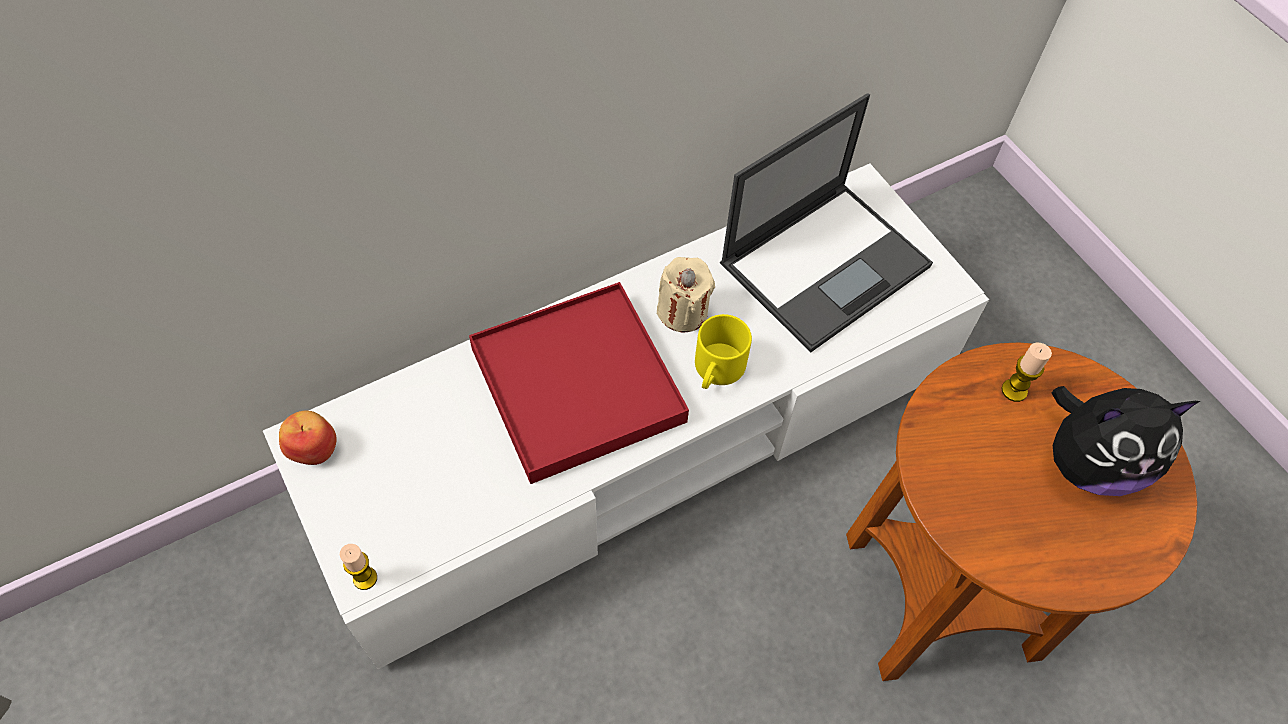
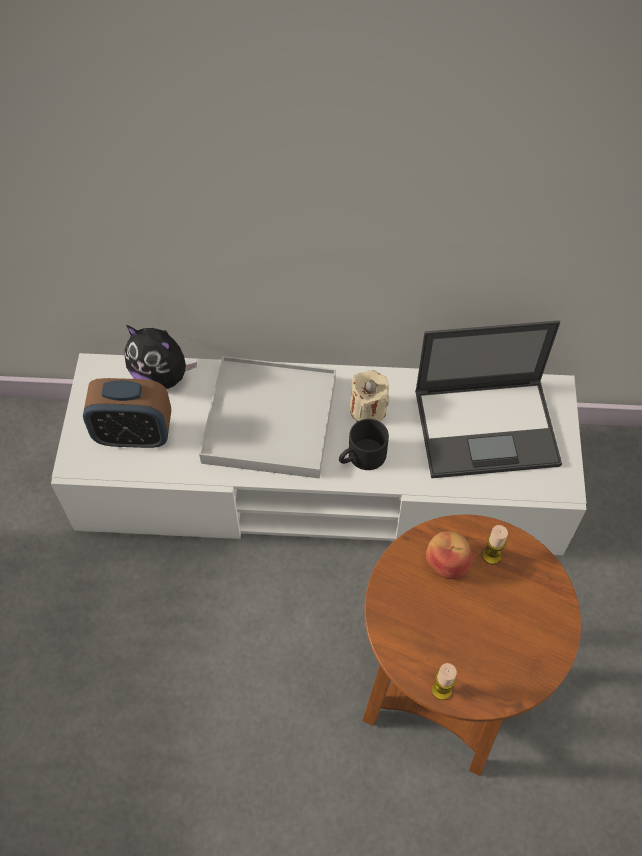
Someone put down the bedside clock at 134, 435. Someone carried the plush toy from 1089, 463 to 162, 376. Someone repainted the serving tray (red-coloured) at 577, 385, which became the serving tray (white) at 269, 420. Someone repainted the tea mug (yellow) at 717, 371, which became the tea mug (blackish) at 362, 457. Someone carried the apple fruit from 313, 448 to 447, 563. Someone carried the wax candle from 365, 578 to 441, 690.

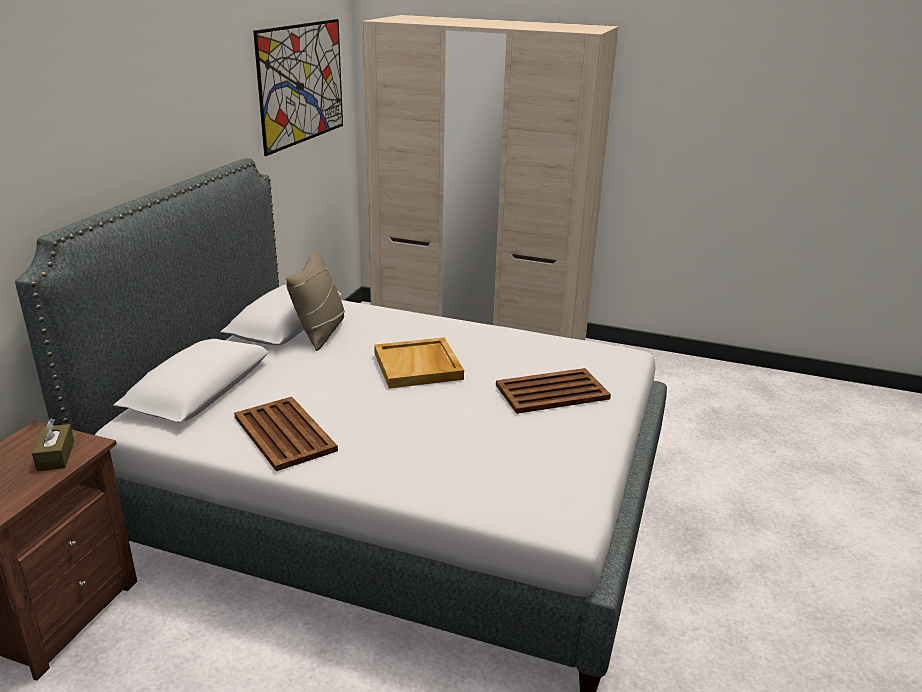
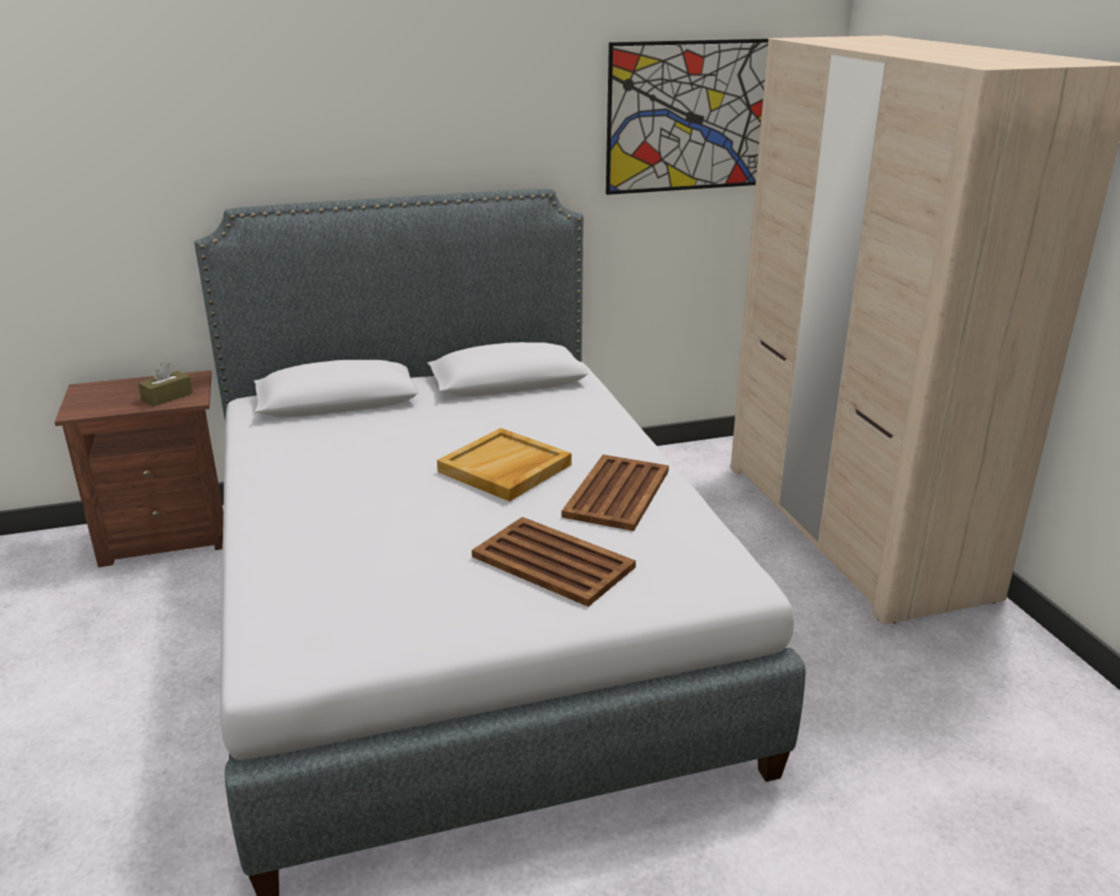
Someone carried the serving tray (brownish) from 284, 433 to 618, 492. Someone took away the pillow (beige) at 320, 332.

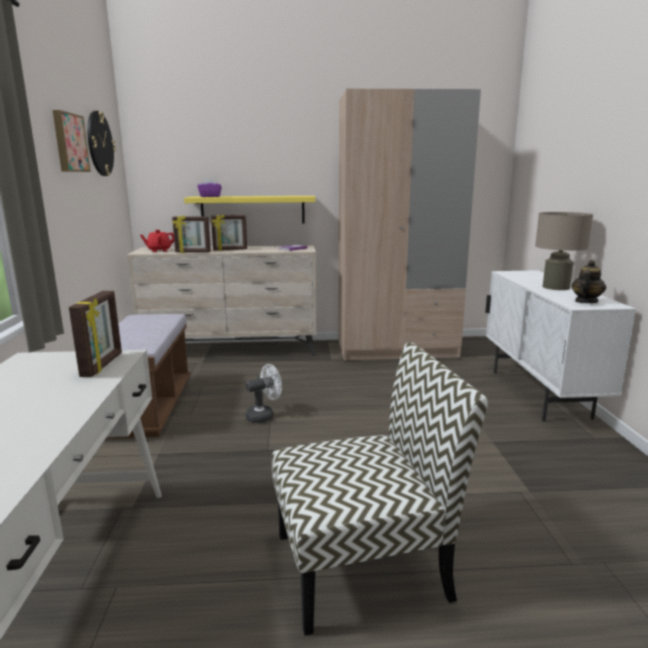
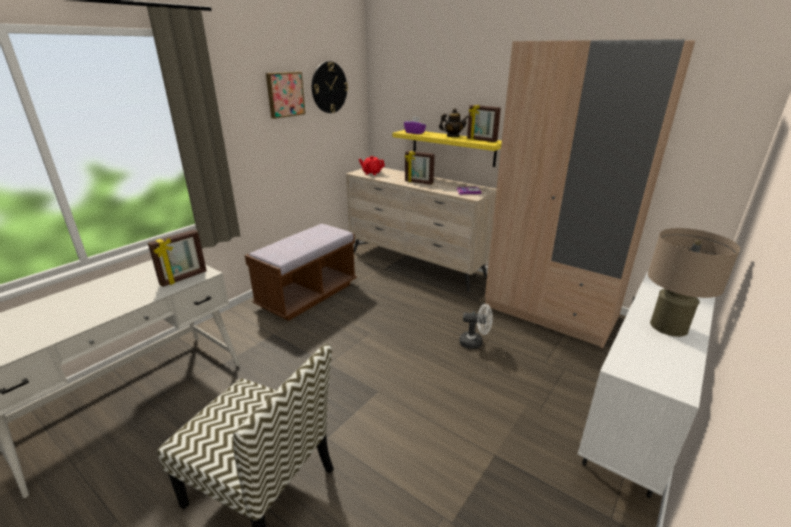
Someone carried the teapot from 585, 301 to 452, 136. Someone carried the electric fan (white) from 264, 416 to 475, 343. Someone carried the picture frame from 193, 252 to 481, 140.

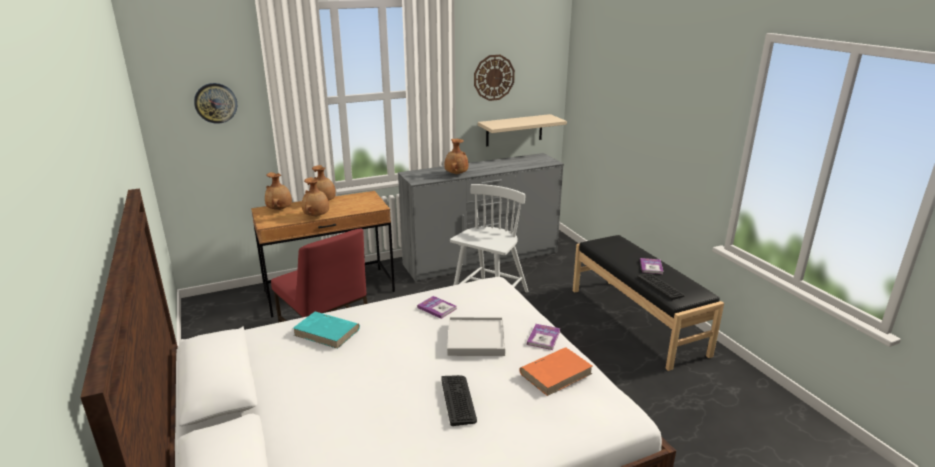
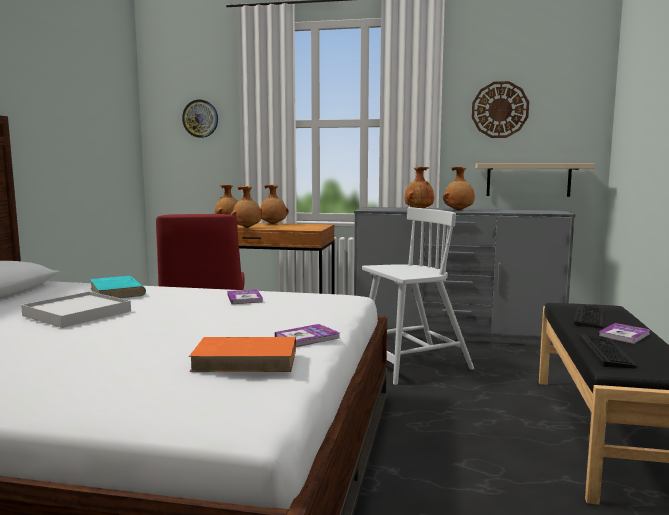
Someone carried the serving tray (white) from 476, 339 to 77, 313. Someone put down the vase (brownish) at 459, 210. Someone carried the PC keyboard from 458, 400 to 589, 317.

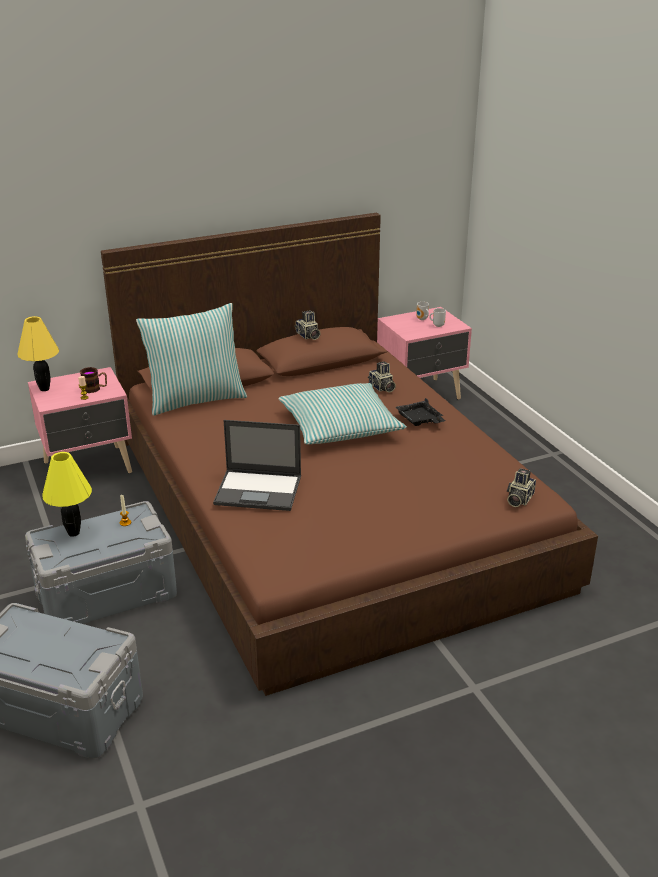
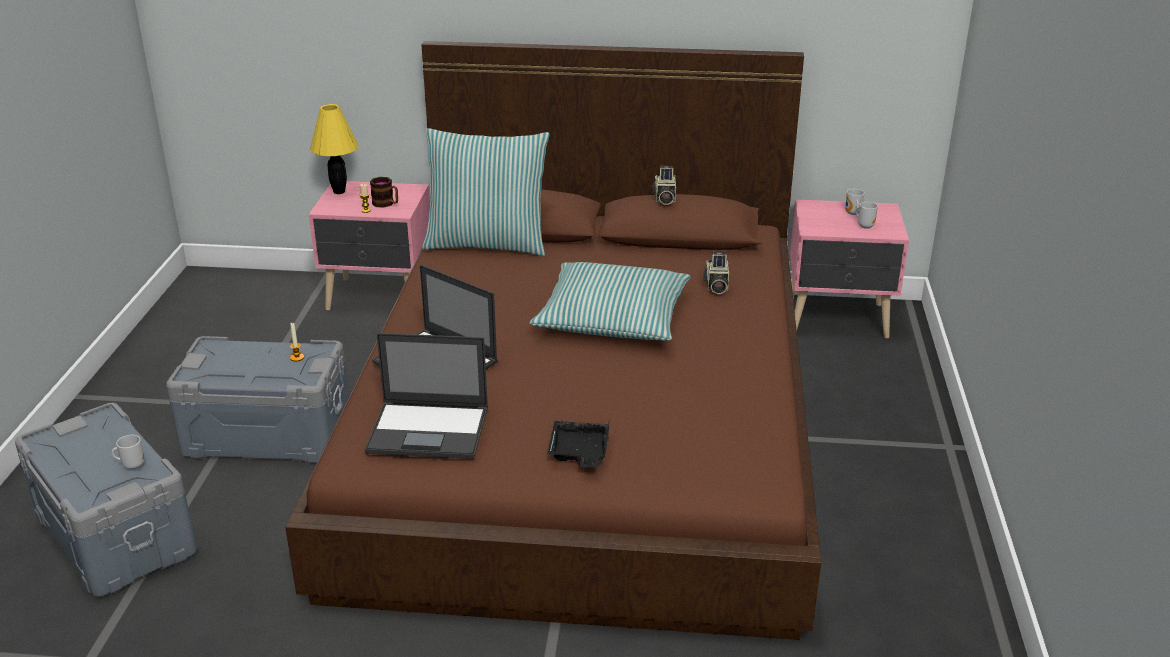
Someone put down the tea mug at 132, 465. Someone put down the laptop at 430, 430. Someone carried the serving tray (blackish) from 420, 420 to 579, 453. Someone took away the lamp for a table (yellow) at 74, 533. Someone took away the photo camera at 518, 499.

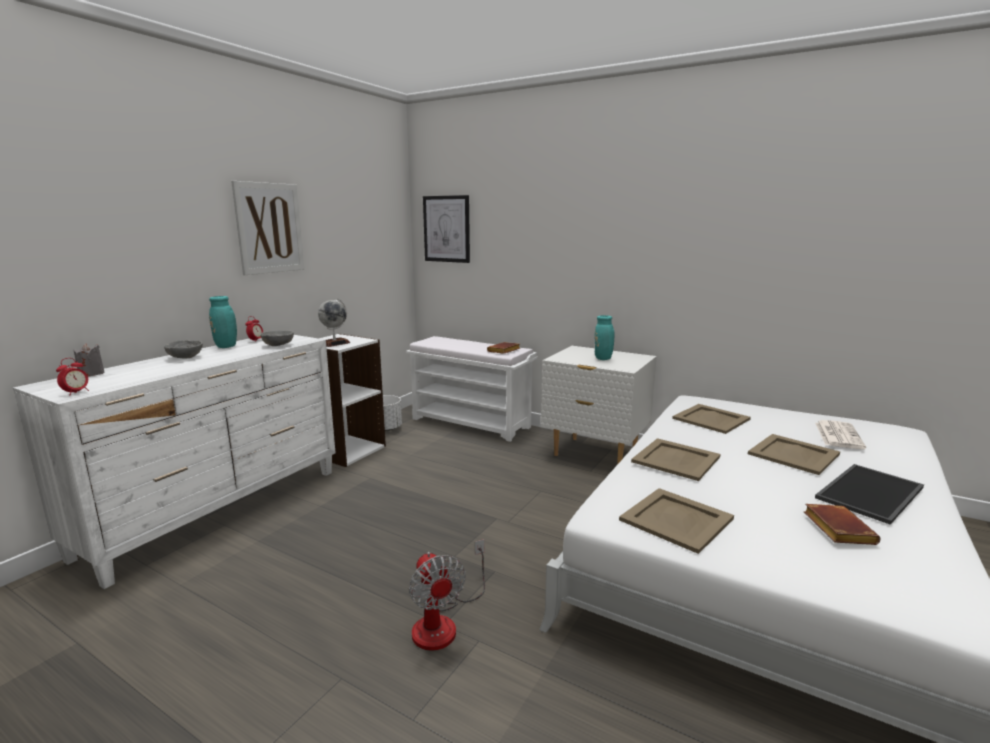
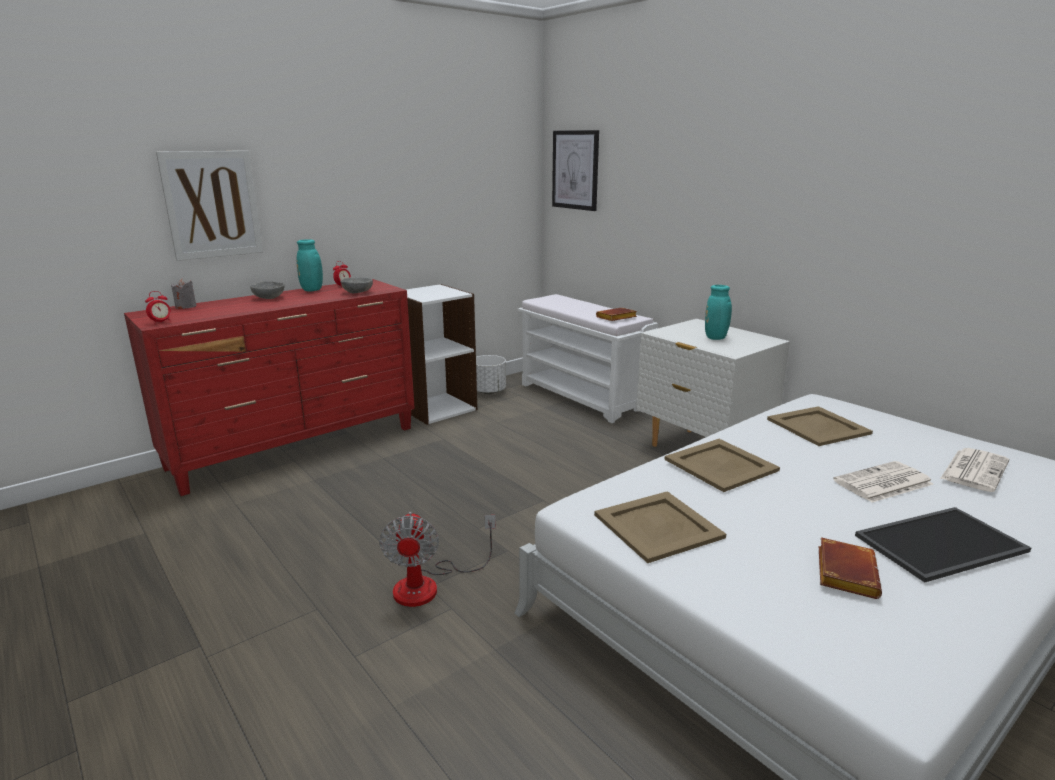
Someone repainted the dresser (white) at 219, 511, which became the dresser (red-coloured) at 296, 448. Someone carried the wall art from 269, 228 to 212, 205. Someone swapped the serving tray (beige) at 794, 454 for the daily paper at 882, 483. Someone took away the globe at 335, 343.

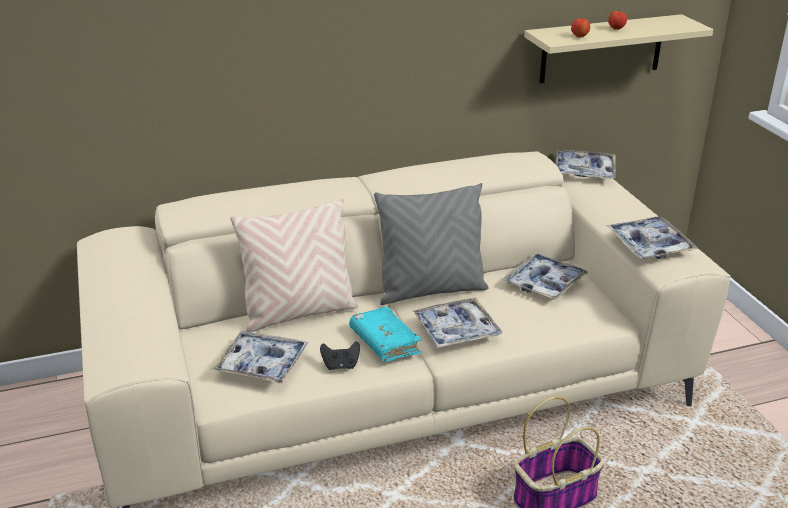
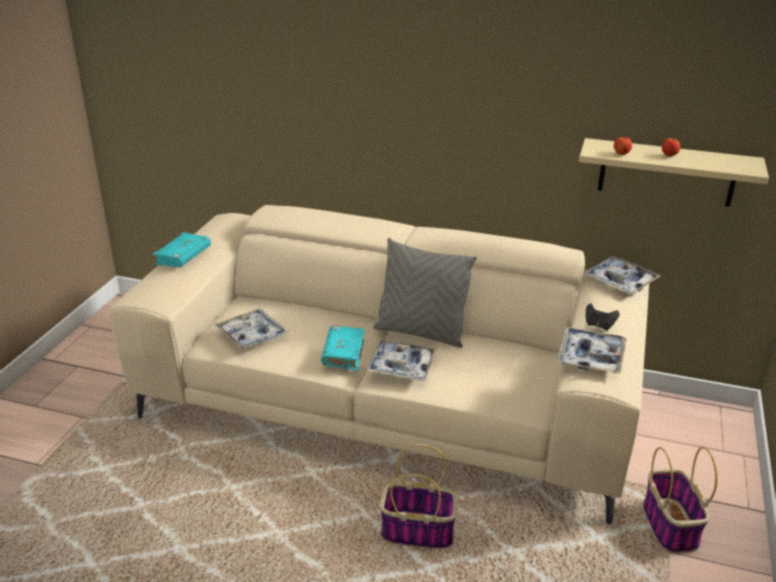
Someone put down the book (turquoise-coloured) at 183, 257. Someone carried the gamepad (blackish) from 340, 365 to 599, 325. Someone put down the basket at 670, 526. Someone took away the pillow (beige) at 299, 313. Someone took away the serving tray at 544, 283.

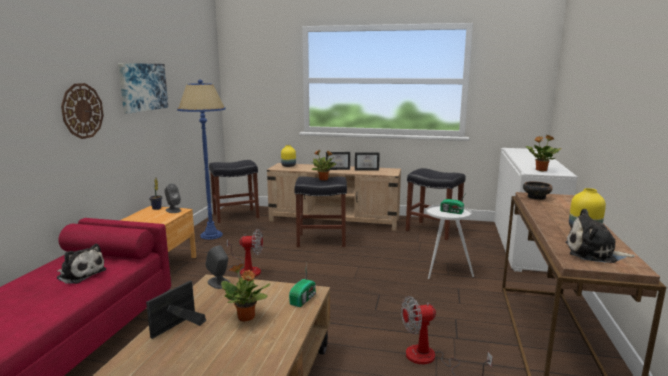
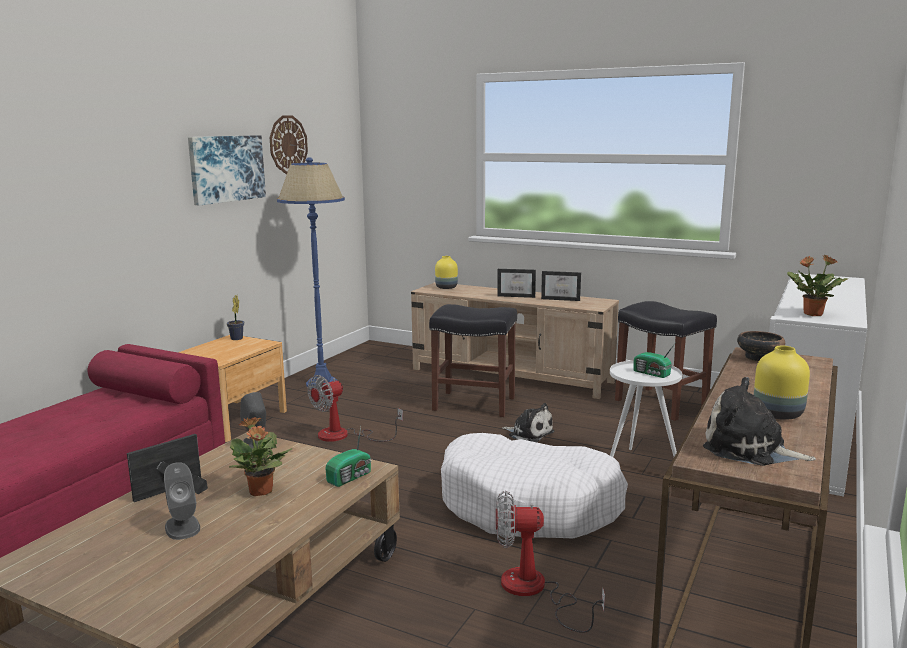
Someone carried the speaker (gray) from 173, 210 to 182, 527. Someone carried the hanging clock from 82, 111 to 288, 144. Someone rotated the electric fan at 246, 270 by 120 degrees clockwise. Someone put down the dog cushion (white) at 529, 505. Someone carried the plush toy from 80, 274 to 529, 434. Someone took away the stool seat (blackish) at 235, 216. Someone took away the plant in a pot at 324, 179.

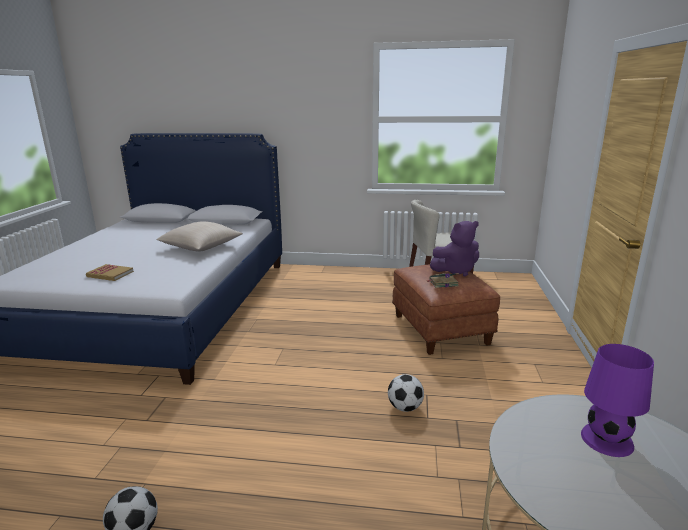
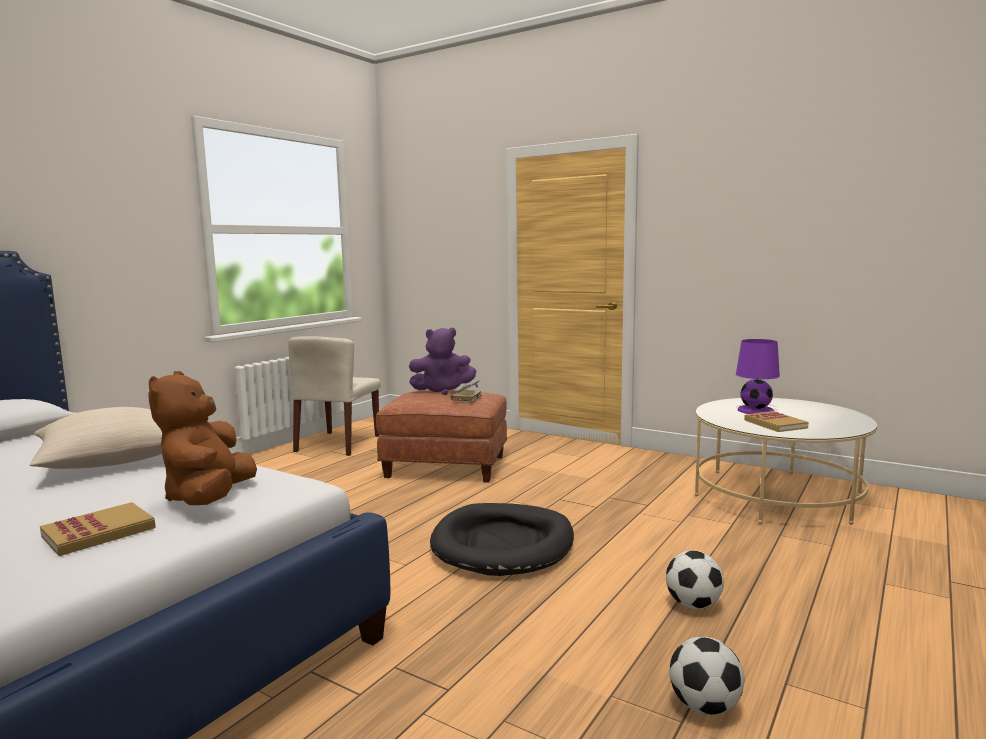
Someone put down the plush toy (brownish) at 209, 498. Someone rotated the plush toy (purple) at 456, 271 by 75 degrees clockwise. Someone put down the dog cushion (blackish) at 503, 544. Someone carried the ball for football from 405, 407 to 693, 605. Someone put down the book at 775, 424.

